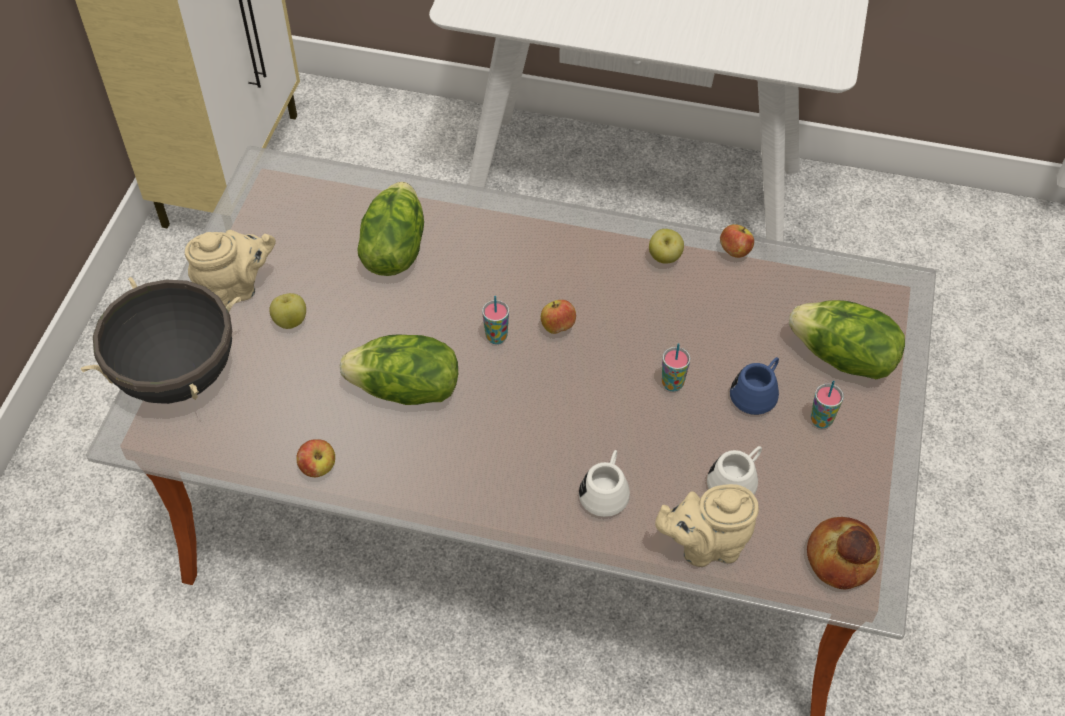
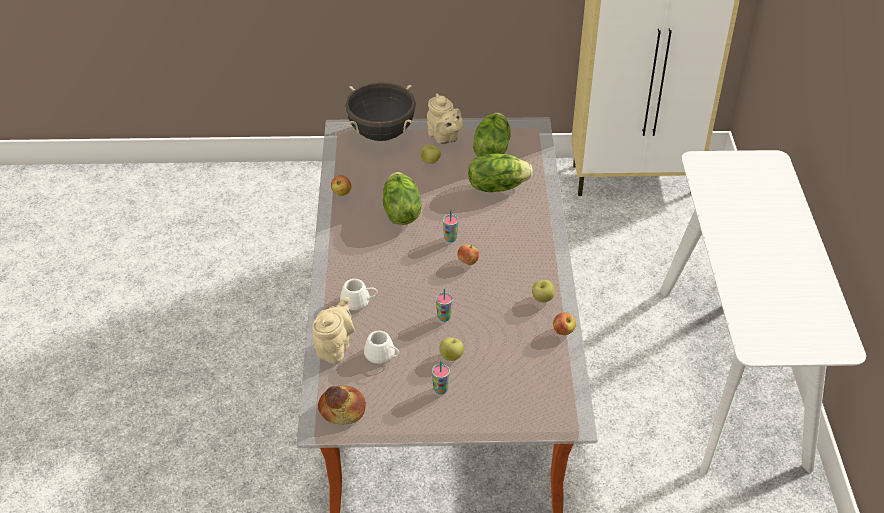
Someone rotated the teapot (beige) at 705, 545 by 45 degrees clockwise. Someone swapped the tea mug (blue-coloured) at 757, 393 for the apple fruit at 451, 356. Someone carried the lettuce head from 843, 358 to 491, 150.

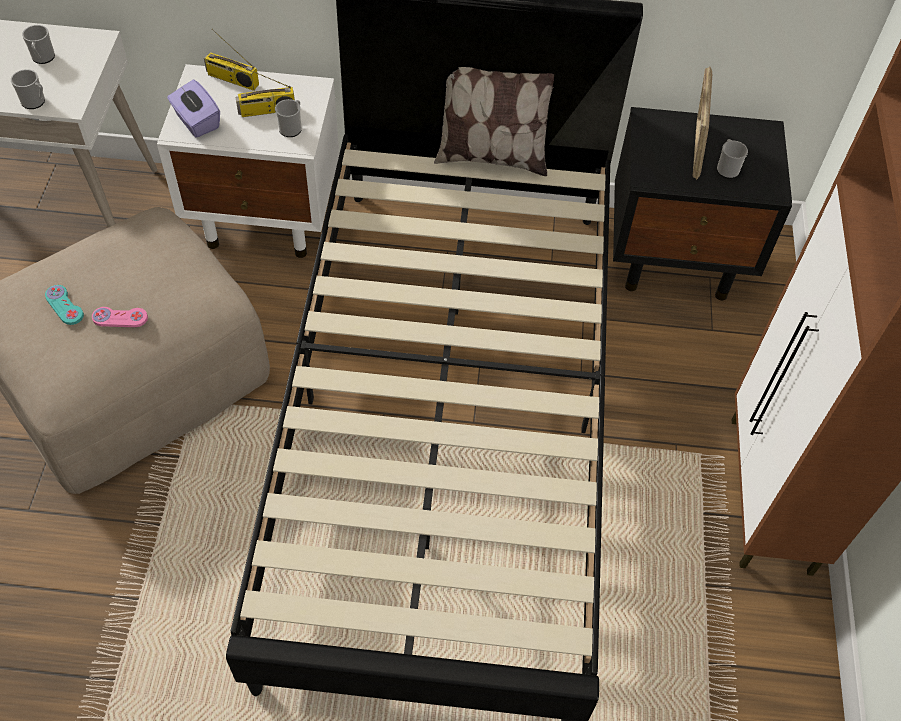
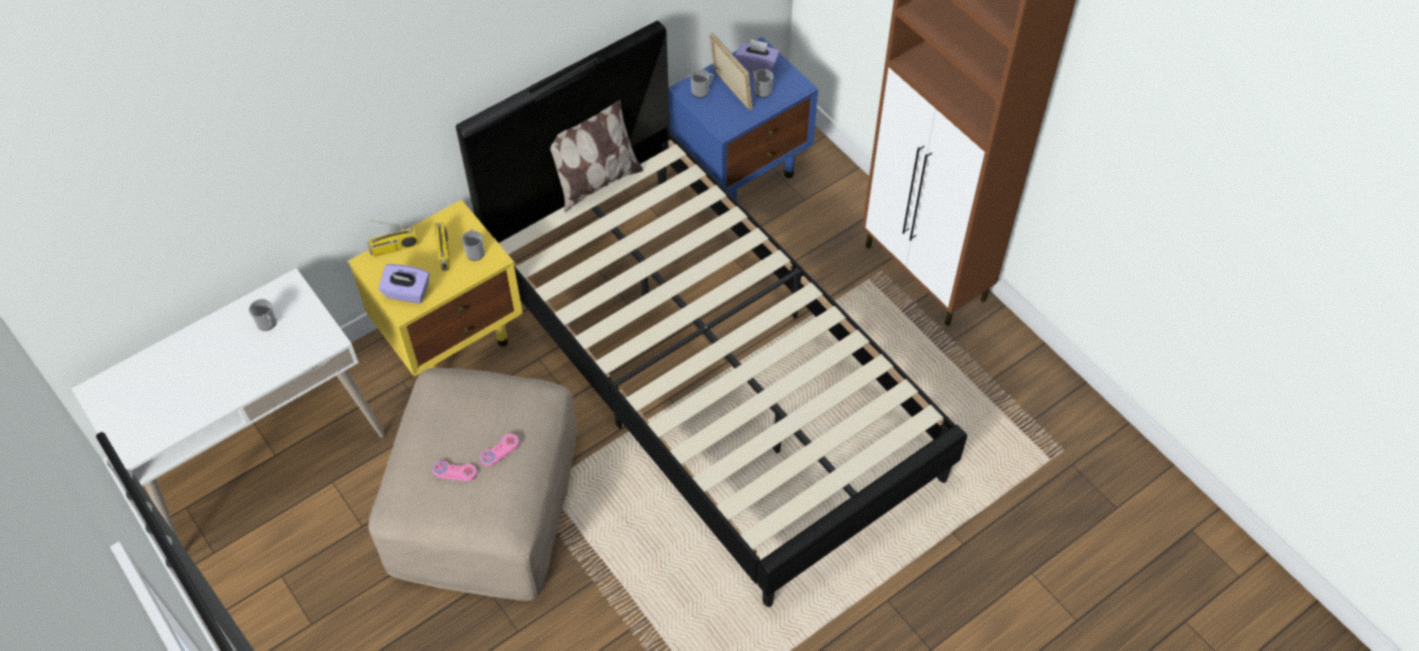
Someone repainted the nightstand (white) at 267, 218, which became the nightstand (yellow) at 452, 336. Someone repainted the gamepad (turquoise-coloured) at 64, 306, which became the gamepad (pink-coloured) at 454, 471. Someone rotated the radio set at 266, 111 by 45 degrees counterclockwise. Someone repainted the nightstand (blackish) at 677, 259, which became the nightstand (blue-coloured) at 741, 169. Someone carried the tea mug from 35, 102 to 702, 91. Someone put down the tissue holder (purple) at 756, 66.

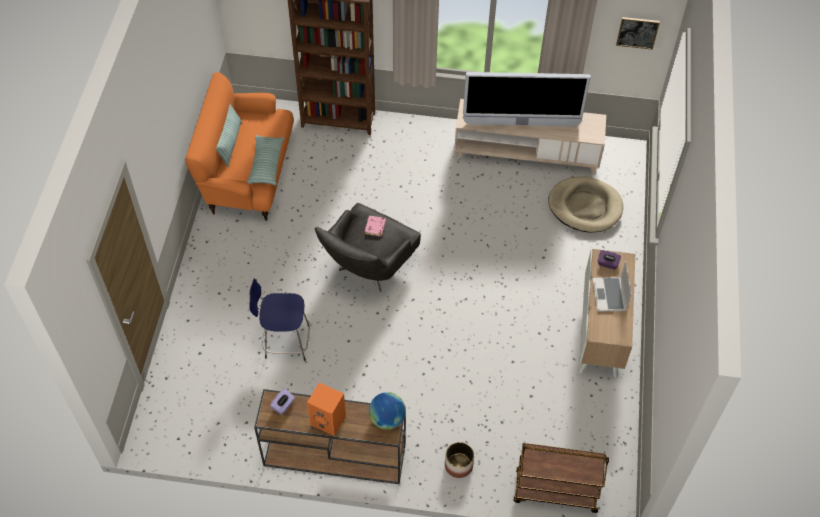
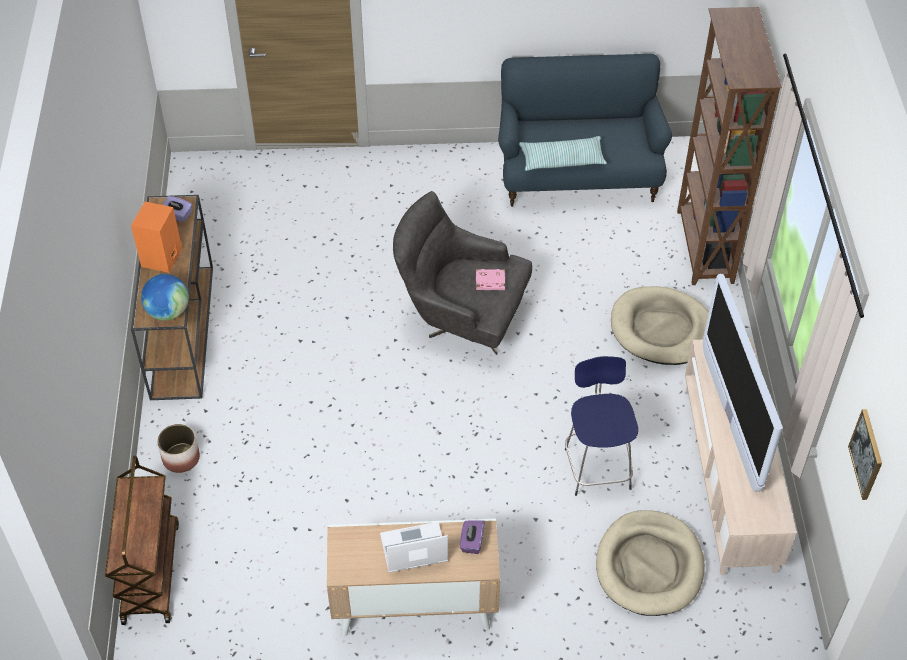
Someone repainted the settee (orange) at 248, 175, which became the settee (blue-coloured) at 578, 176. Someone carried the stool seat (blue-coloured) from 285, 341 to 597, 466. Someone put down the dog cushion (beige) at 662, 329. Someone took away the pillow at 230, 143.

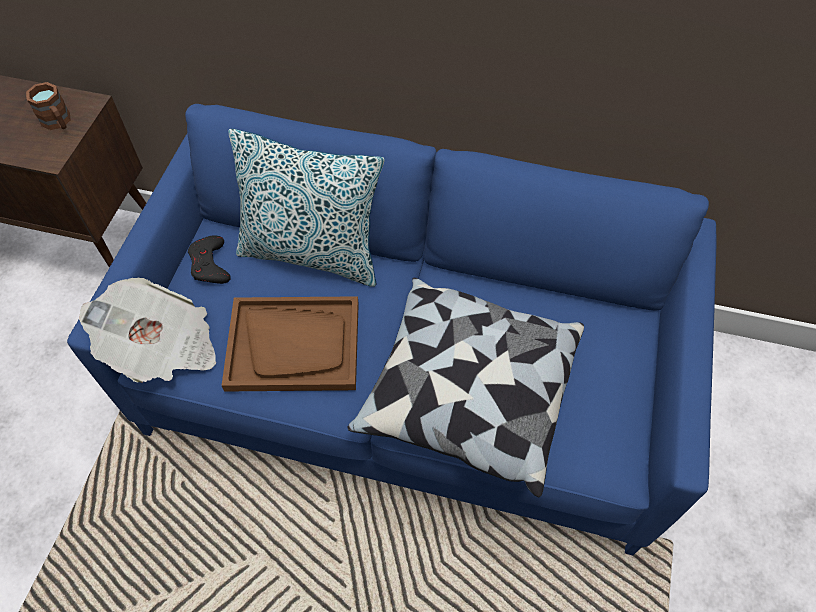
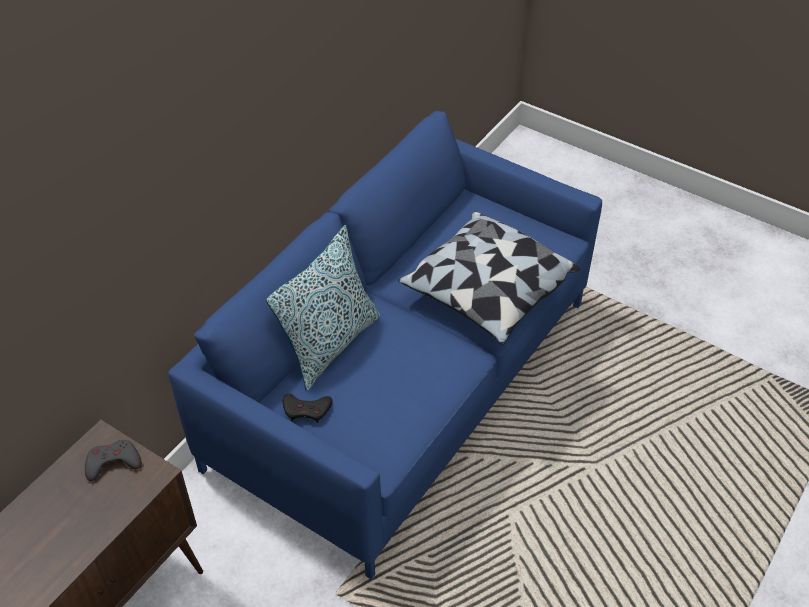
Someone swapped the tea mug (brownish) at 58, 123 for the gamepad (gray) at 113, 463. Someone took away the daily paper at 162, 347. Someone took away the serving tray (brownish) at 294, 345.

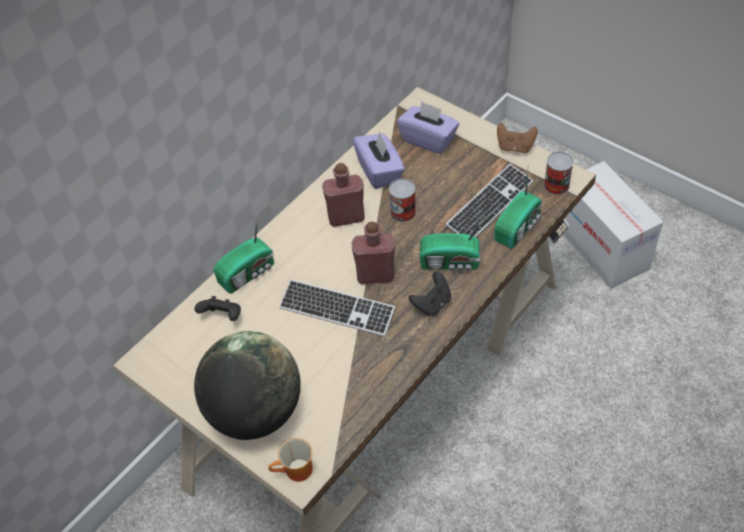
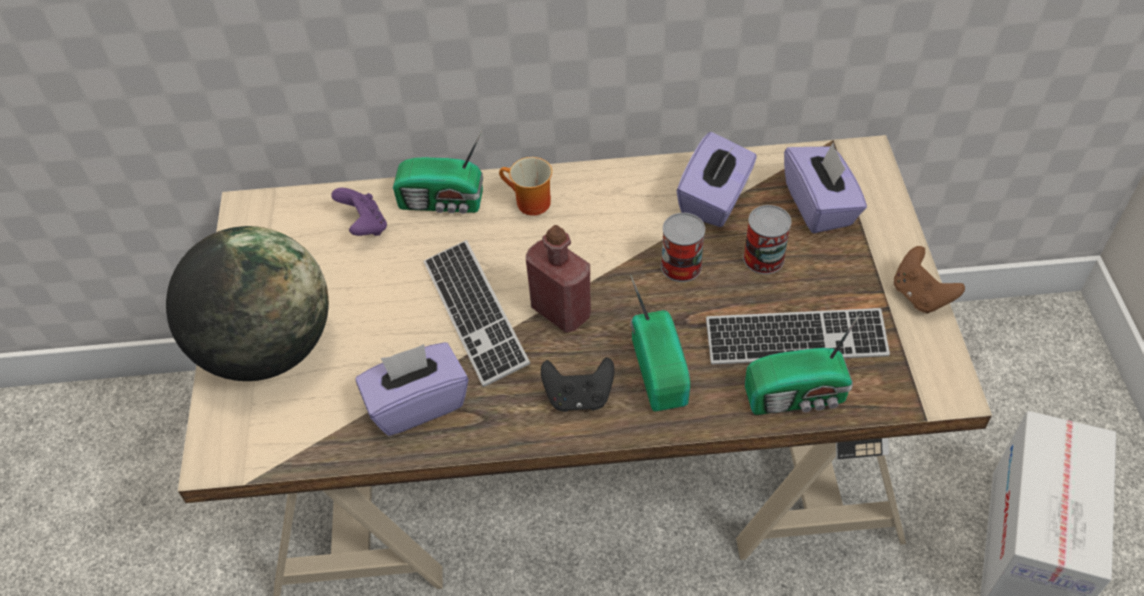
Someone repainted the gamepad (blackish) at 222, 317, which became the gamepad (purple) at 364, 226. Someone put down the tissue holder (purple) at 417, 403. Someone carried the tea mug from 296, 472 to 528, 204. Someone rotated the radio set at 451, 262 by 150 degrees counterclockwise. Someone carried the sealed can from 556, 185 to 763, 258. Someone took away the drink bottle (red-coloured) at 346, 217.

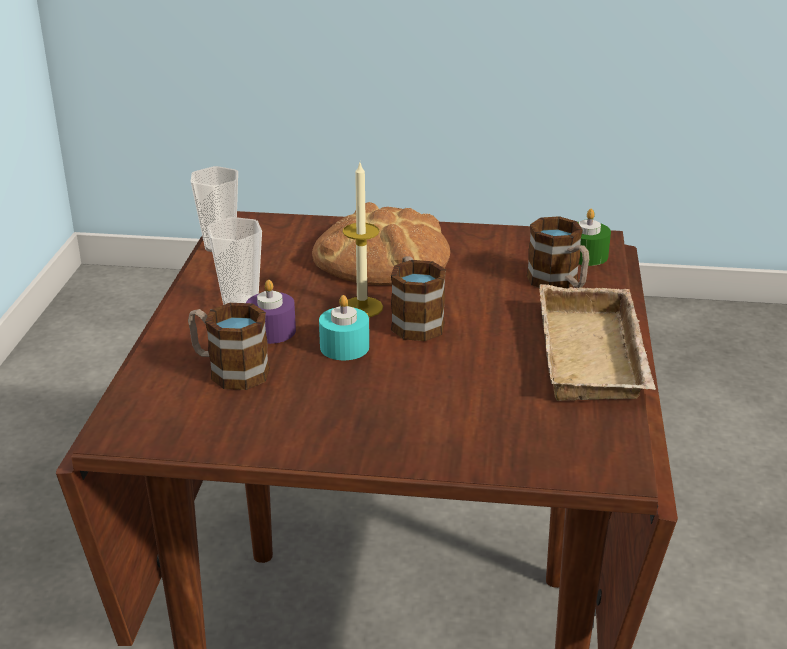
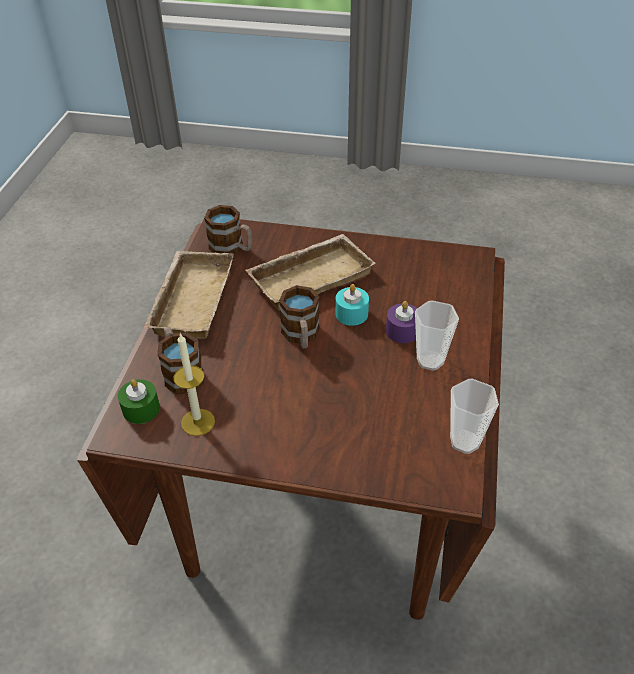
Someone carried the wax candle from 362, 307 to 198, 422. Someone carried the tea mug from 229, 370 to 232, 248. Someone put down the serving tray (beige) at 310, 276. Someone took away the baked bread at 381, 256.

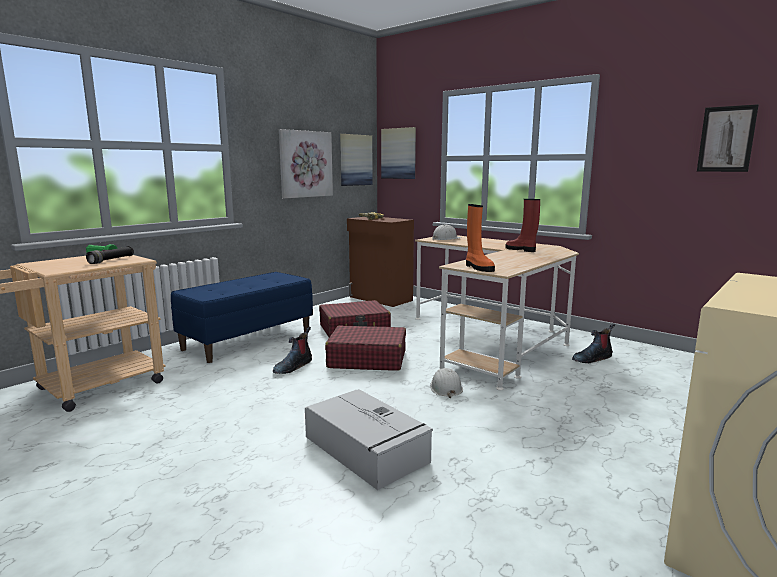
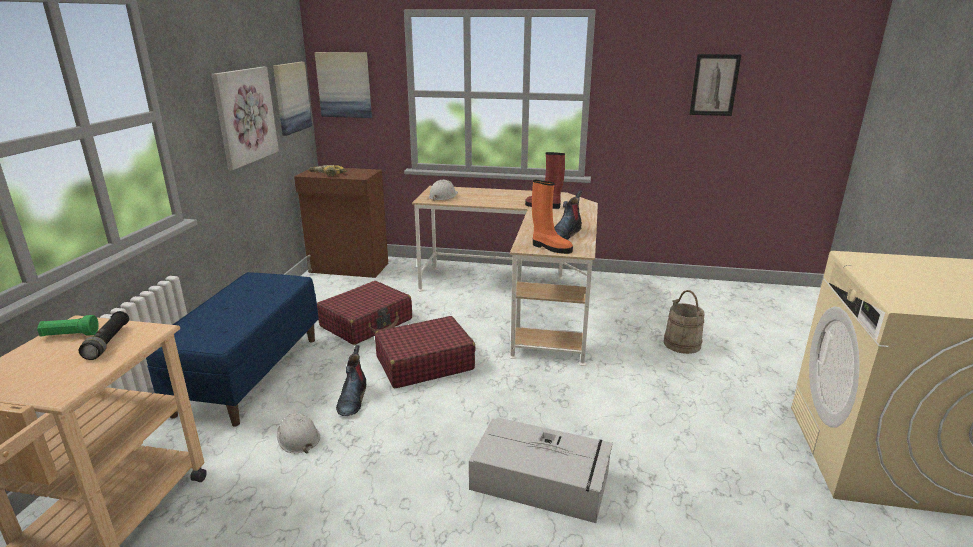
Someone carried the work helmet (white) from 445, 388 to 298, 438. Someone carried the tall boot from 592, 358 to 564, 234. Someone put down the pail (beige) at 682, 344.

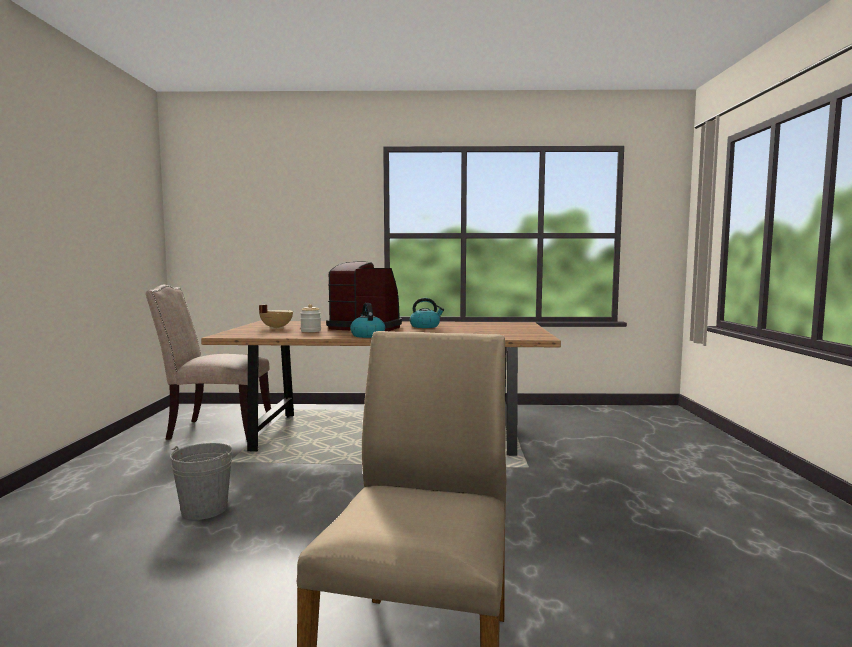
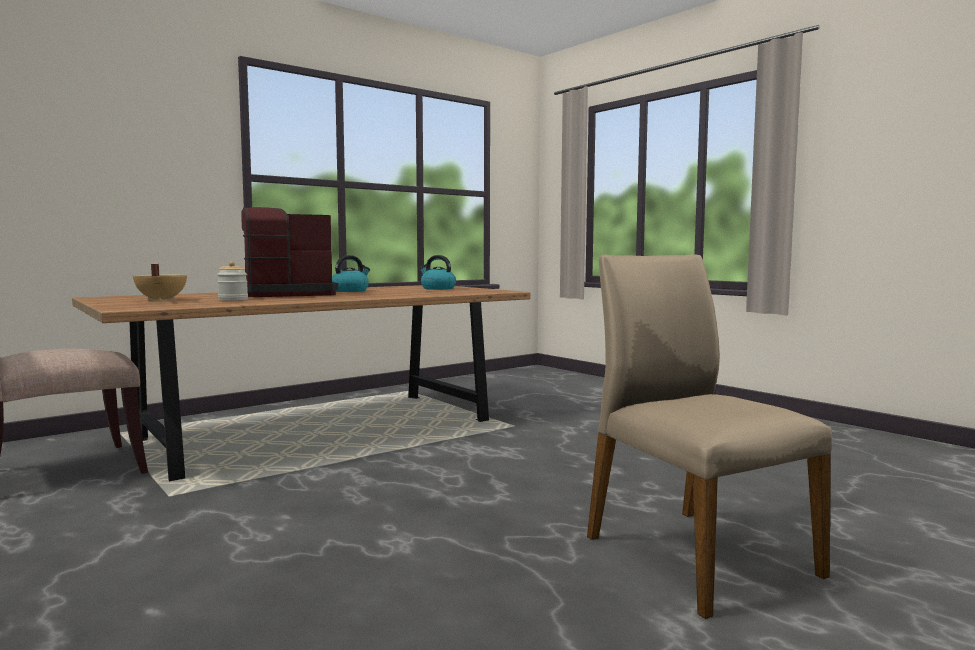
Someone carried the water kettle from 367, 335 to 437, 288. Someone took away the pail (gray) at 204, 509.

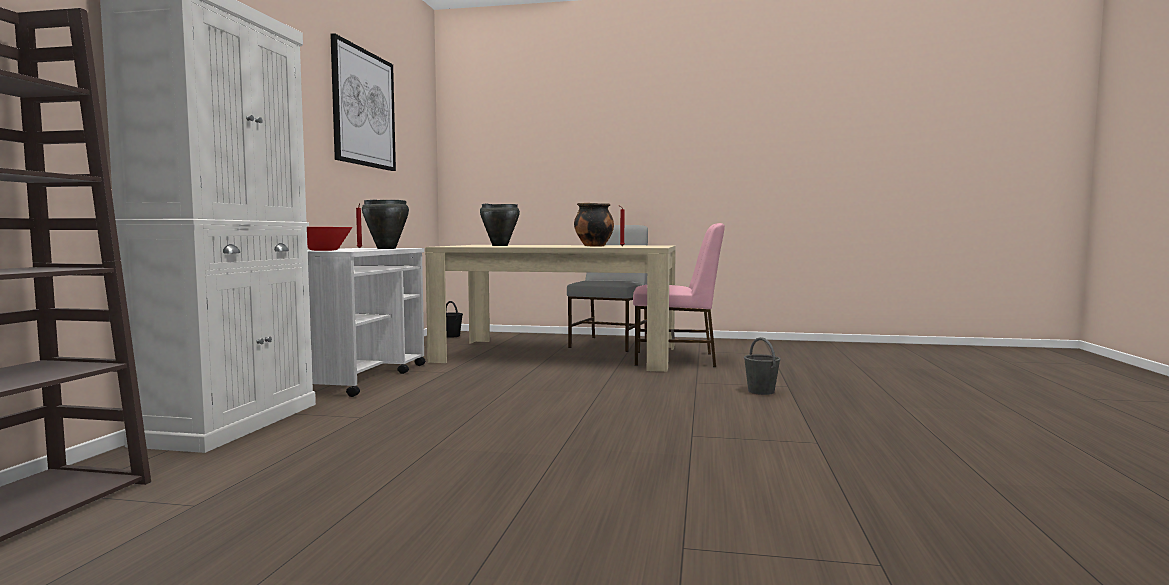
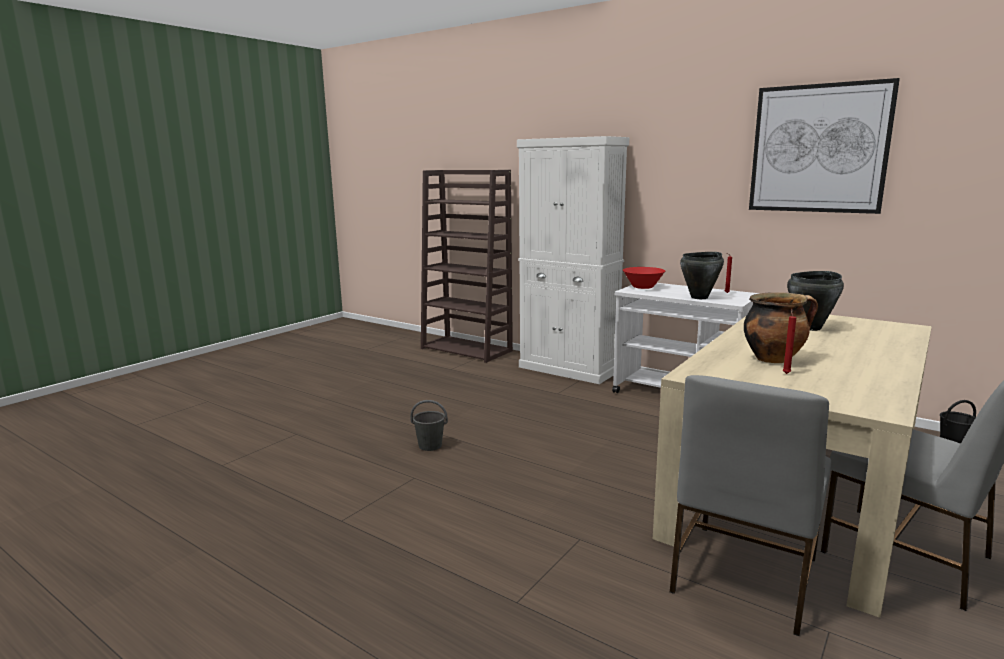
Someone carried the pail (gray) from 761, 391 to 430, 445. Someone repainted the plain chair (pink-coloured) at 676, 359, which became the plain chair (gray) at 742, 576.

